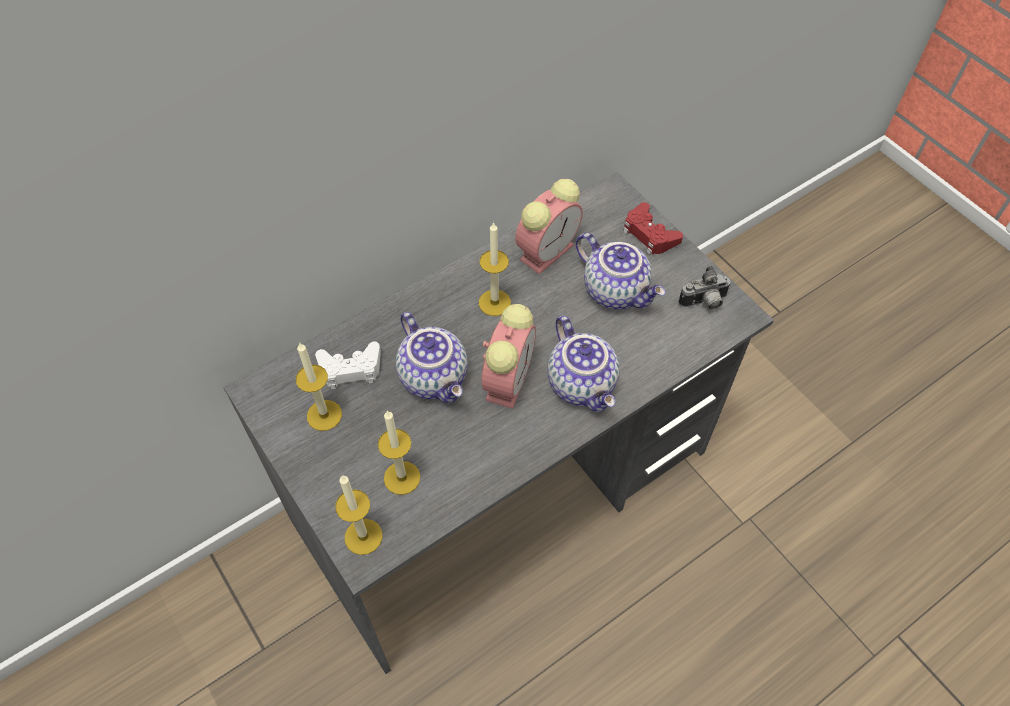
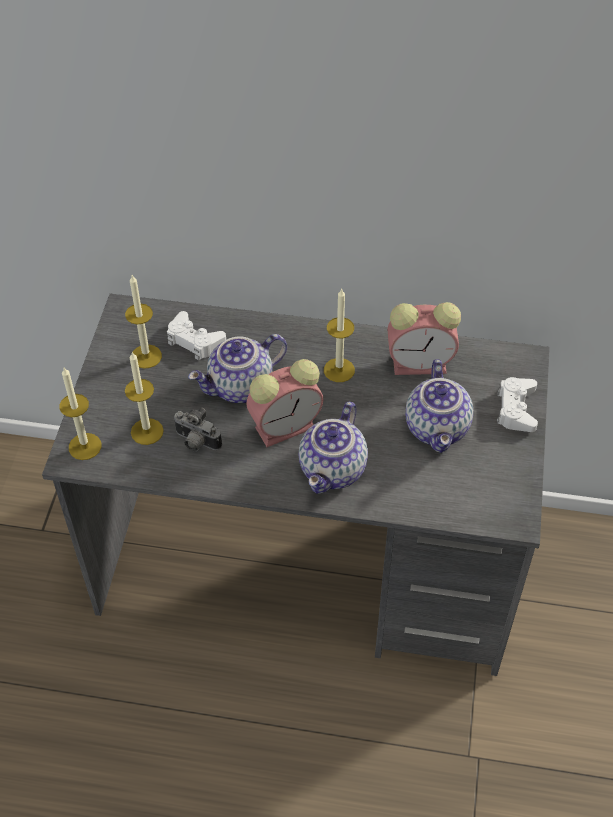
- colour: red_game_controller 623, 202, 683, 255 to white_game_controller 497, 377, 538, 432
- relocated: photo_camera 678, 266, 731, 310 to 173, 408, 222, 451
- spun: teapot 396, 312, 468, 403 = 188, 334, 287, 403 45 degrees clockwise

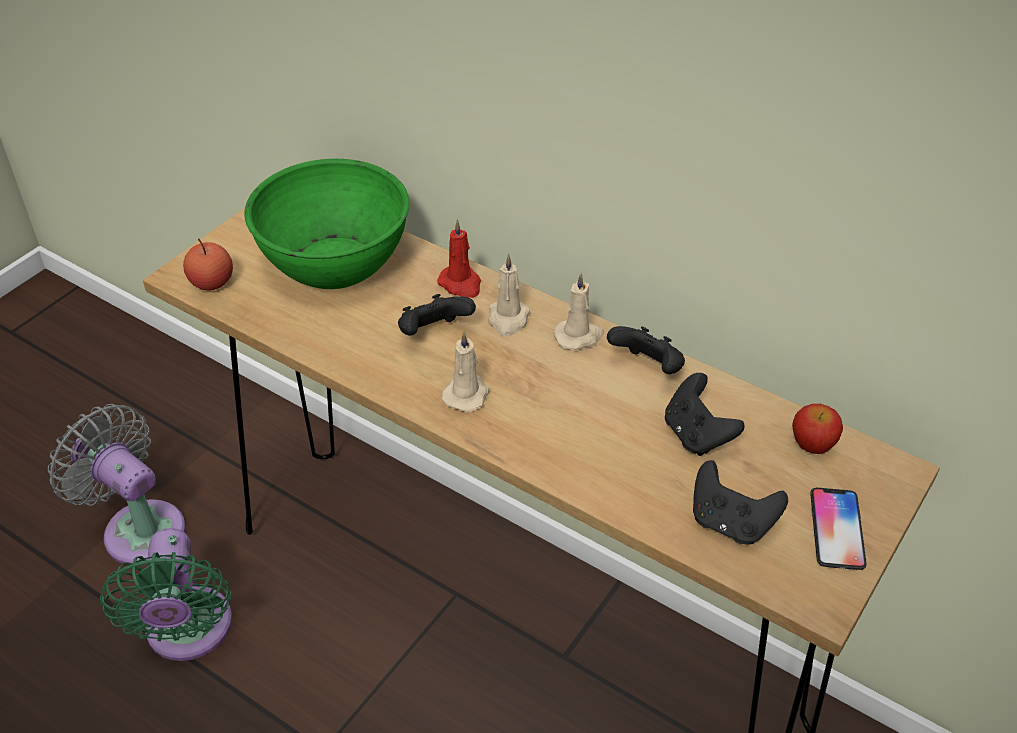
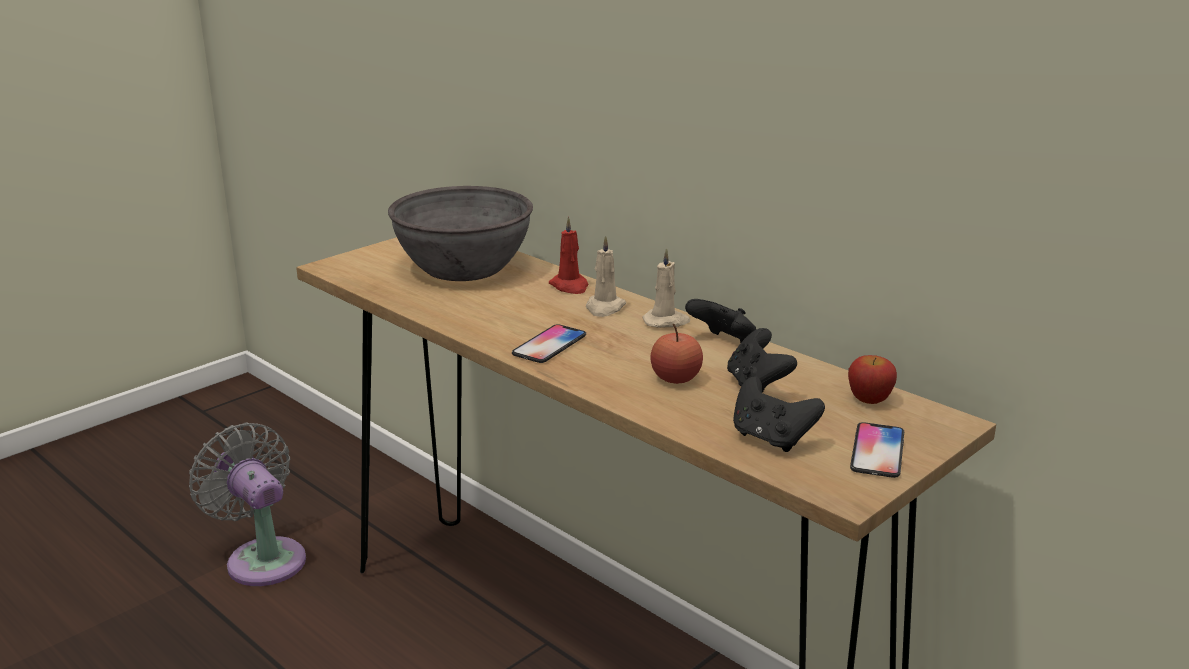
- colour: green_bowl 244, 159, 409, 289 to grey_bowl 388, 186, 533, 281
- relocated: apple 183, 239, 233, 290 to 650, 324, 703, 384
- missing: black_game_controller 398, 294, 476, 336
- exchanged: beige_candle 442, 331, 489, 412 to phone 512, 324, 586, 363
- missing: green_fan 100, 528, 232, 661

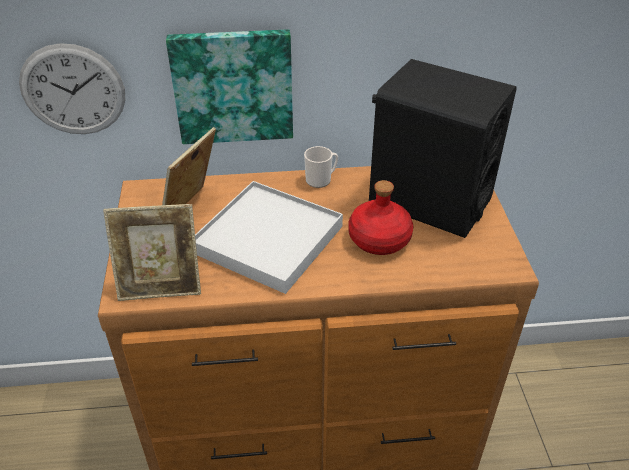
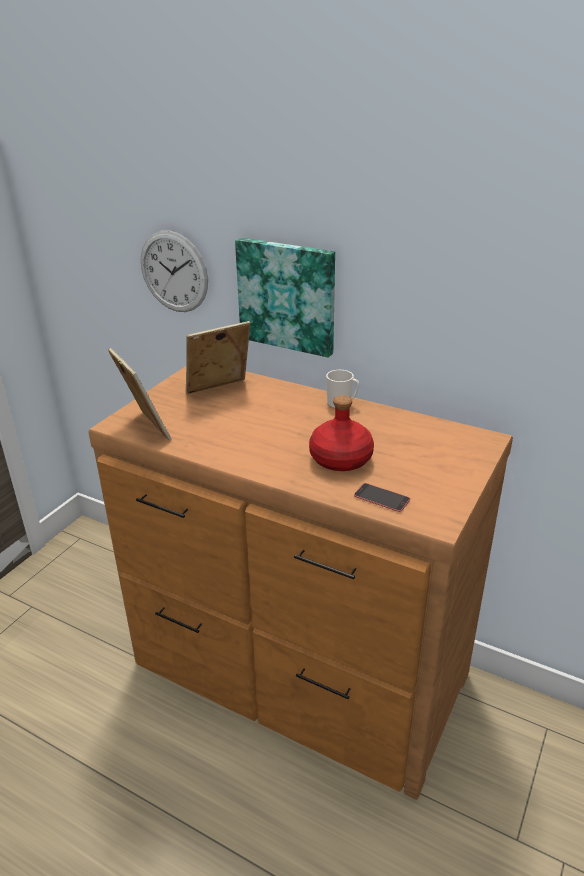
- missing: black_speaker 369, 59, 517, 238
- missing: white_tray 195, 181, 343, 294
- spun: picture_frame 103, 204, 201, 301 = 108, 347, 172, 441 150 degrees counterclockwise
- appeared: phone 354, 483, 410, 512

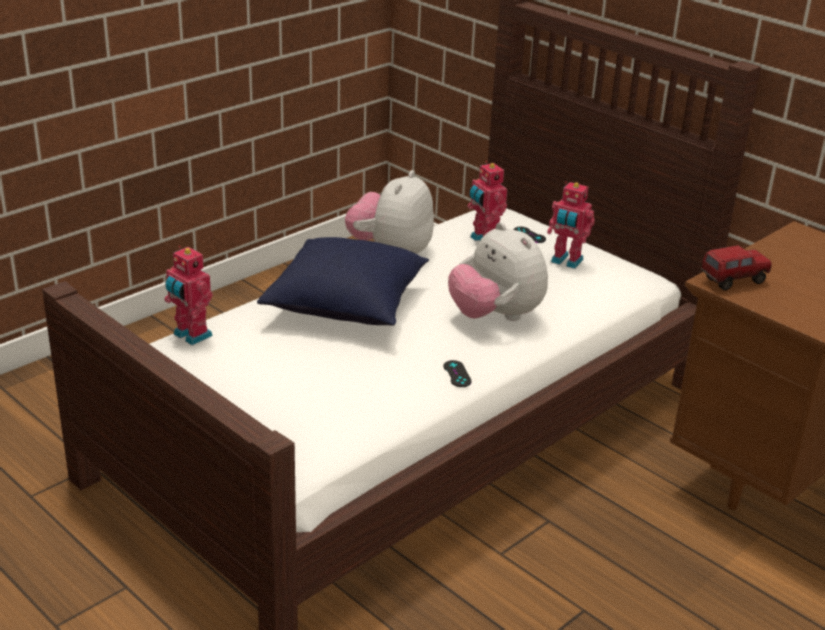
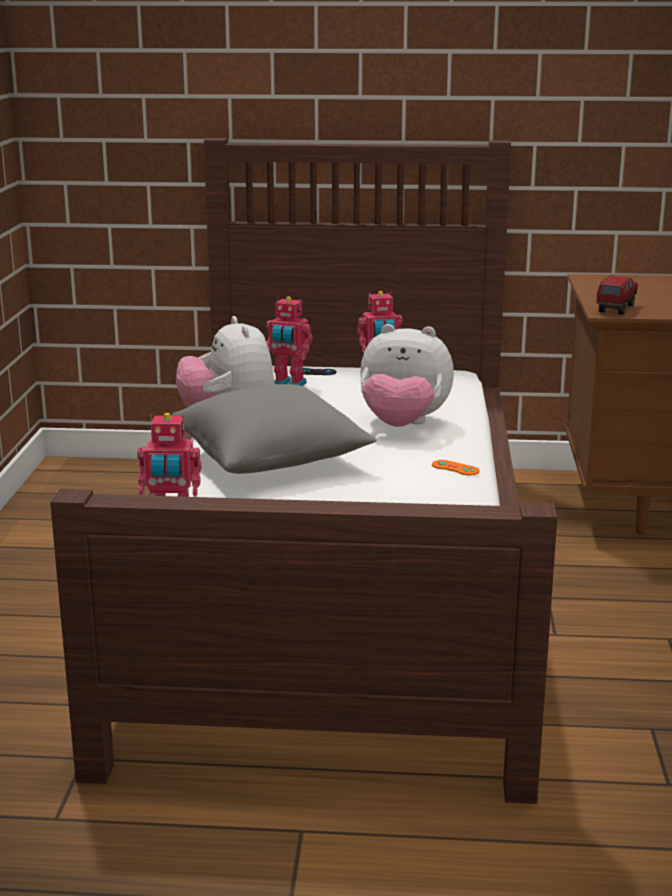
- colour: blue_pillow 257, 237, 429, 326 to grey_pillow 171, 384, 377, 474
- colour: black_game_controller 443, 360, 472, 387 to orange_game_controller 432, 460, 480, 475

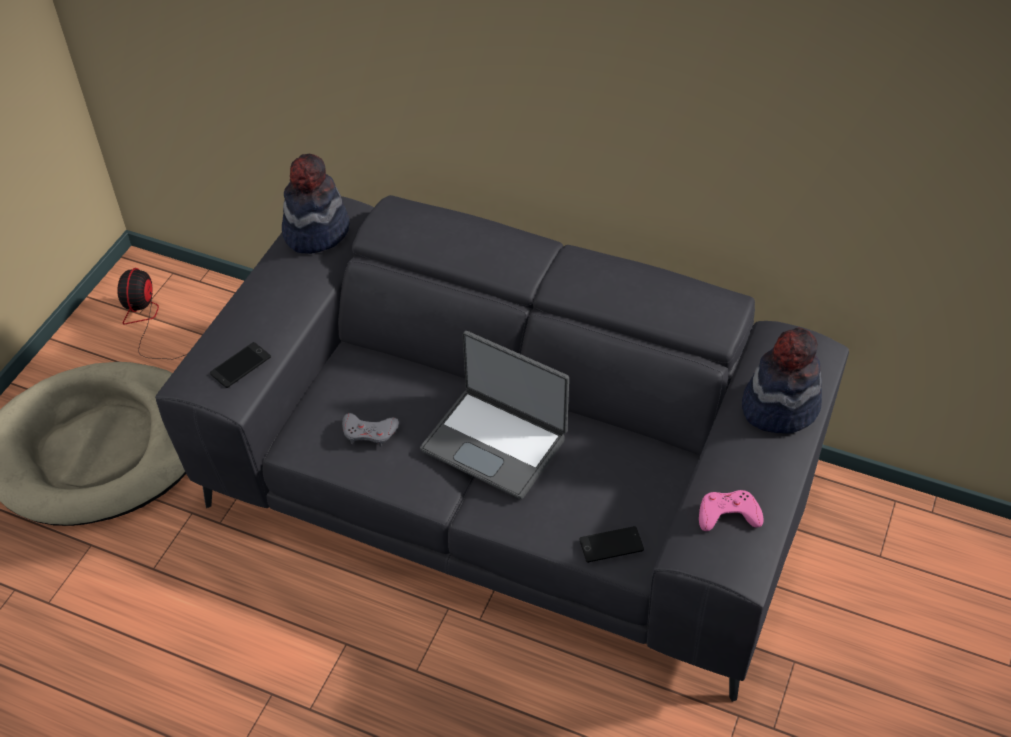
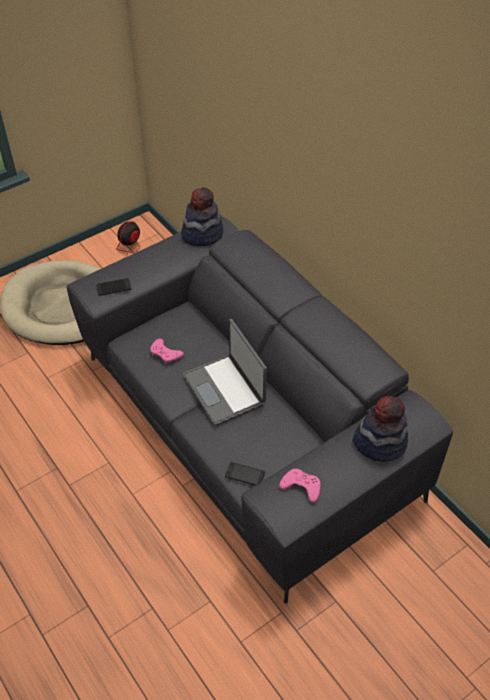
- colour: grey_game_controller 342, 413, 399, 447 to pink_game_controller 150, 338, 184, 364

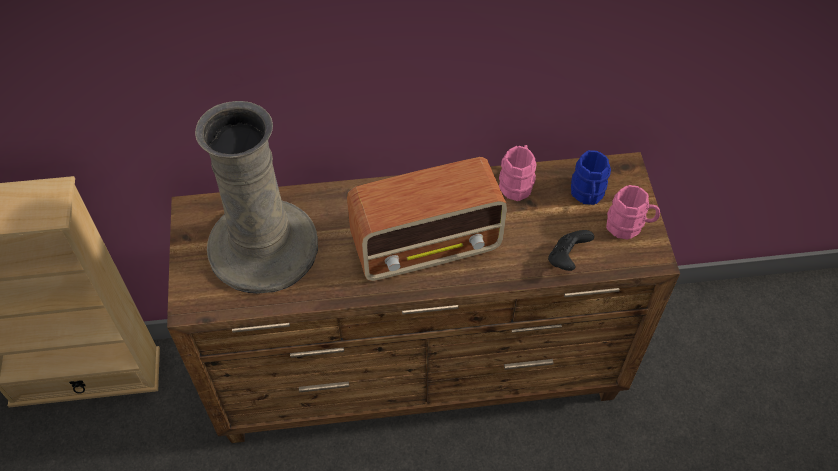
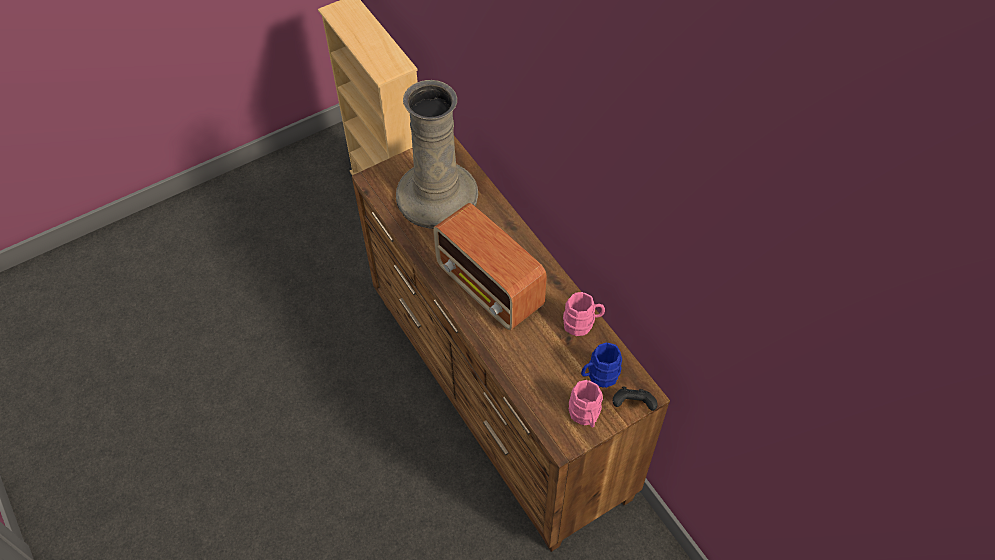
- relocated: black_game_controller 548, 230, 594, 271 to 613, 387, 658, 411

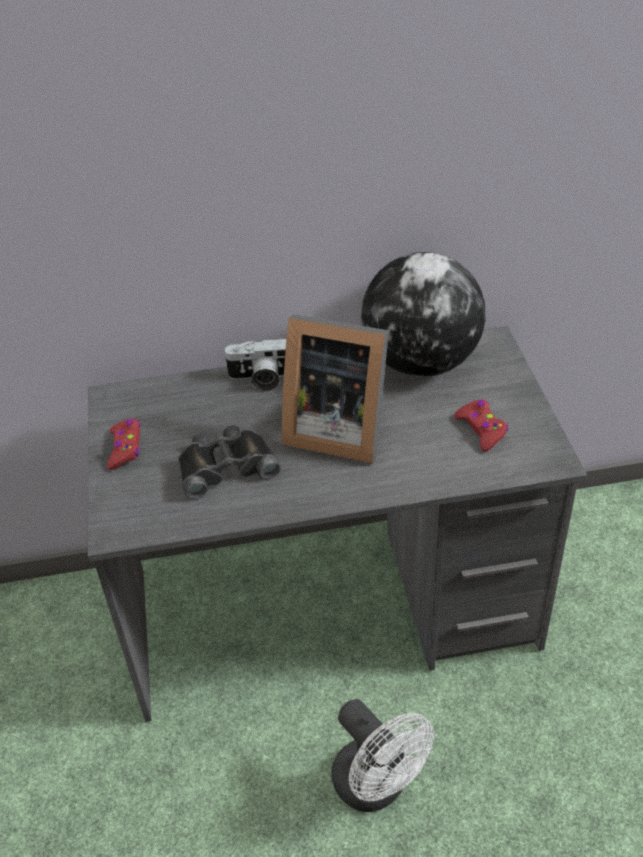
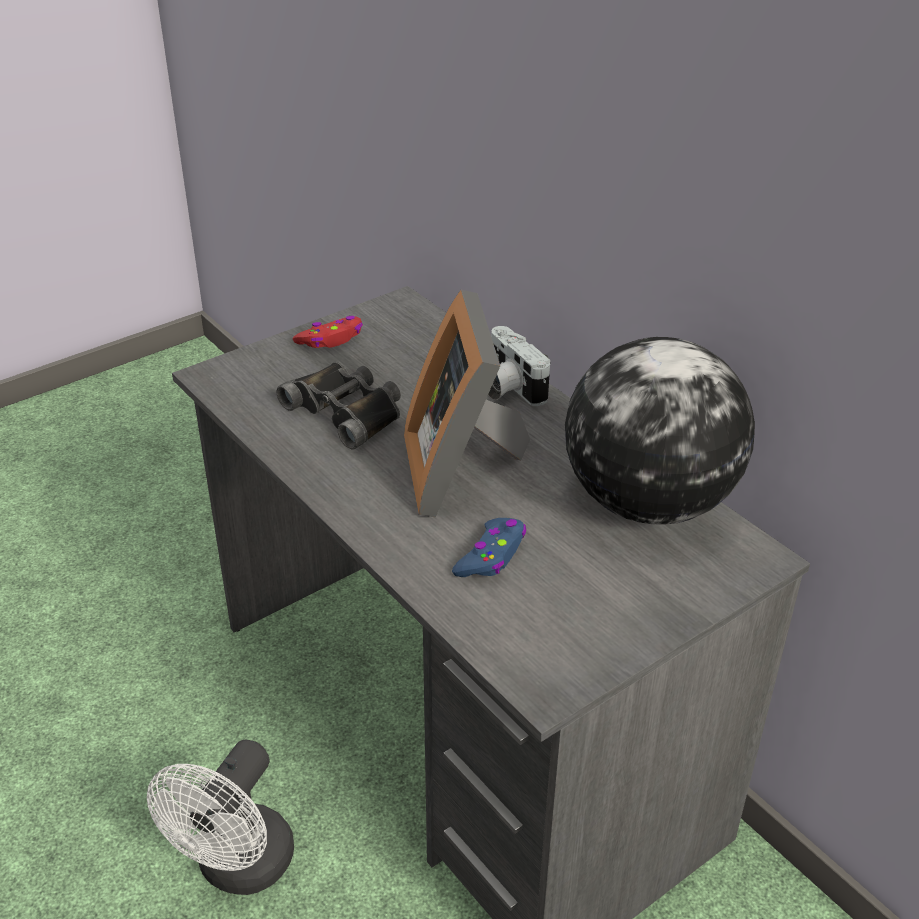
- missing: red_game_controller 454, 399, 508, 452
- appeared: blue_game_controller 452, 518, 526, 577

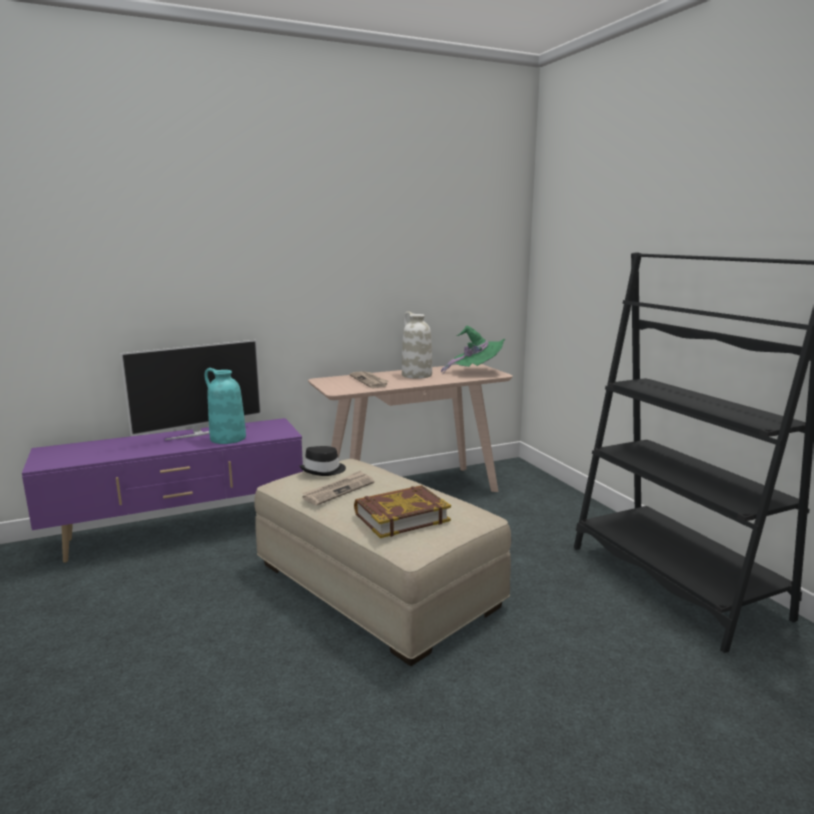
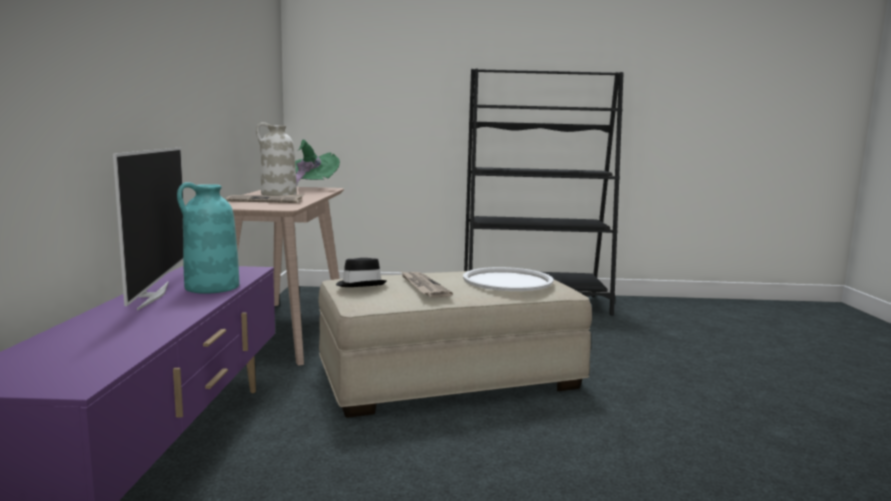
- exchanged: book 354, 485, 451, 538 to white_tray 463, 267, 554, 291

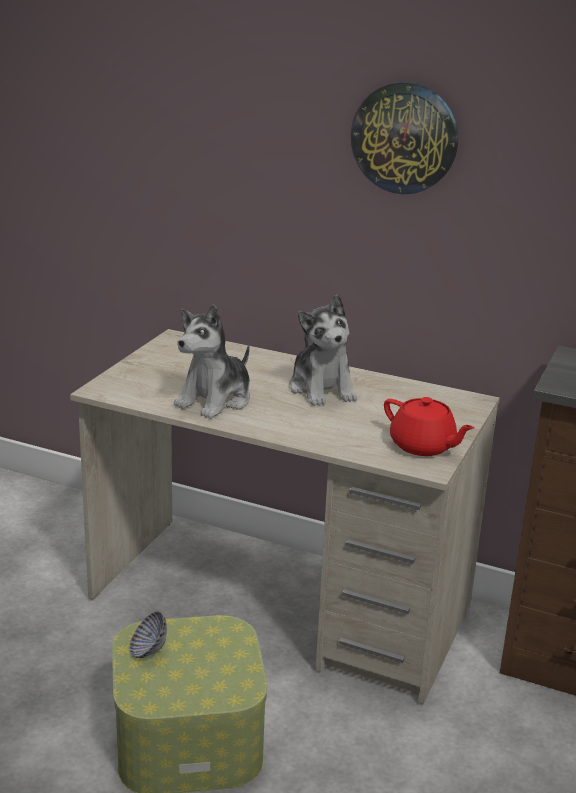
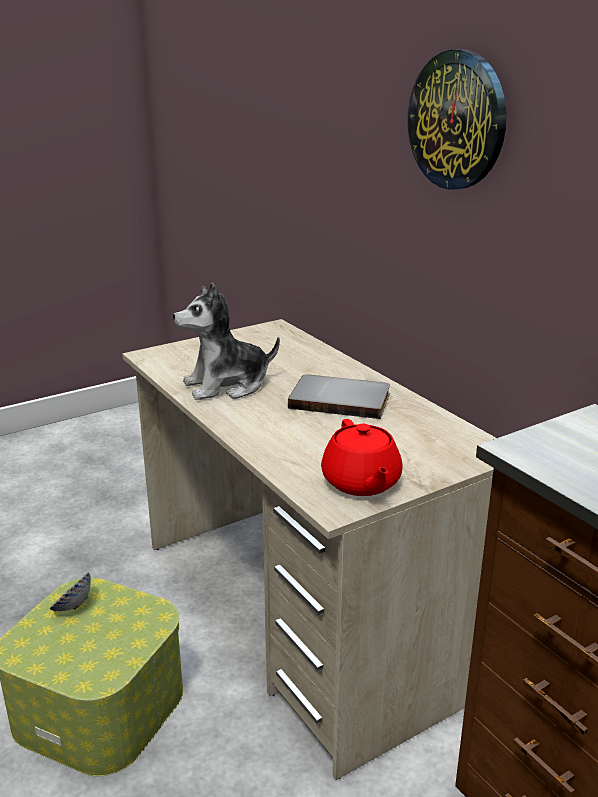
- exchanged: plush_toy 289, 294, 357, 406 to grey_book 288, 374, 390, 419

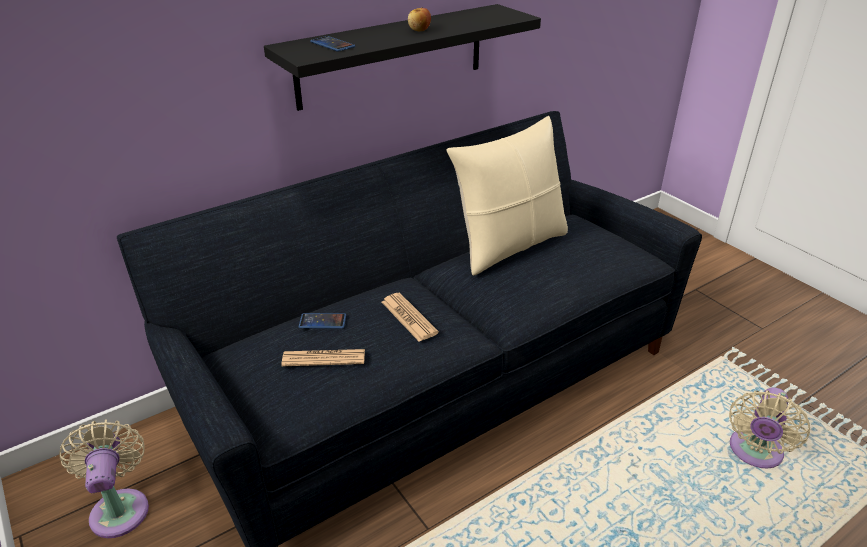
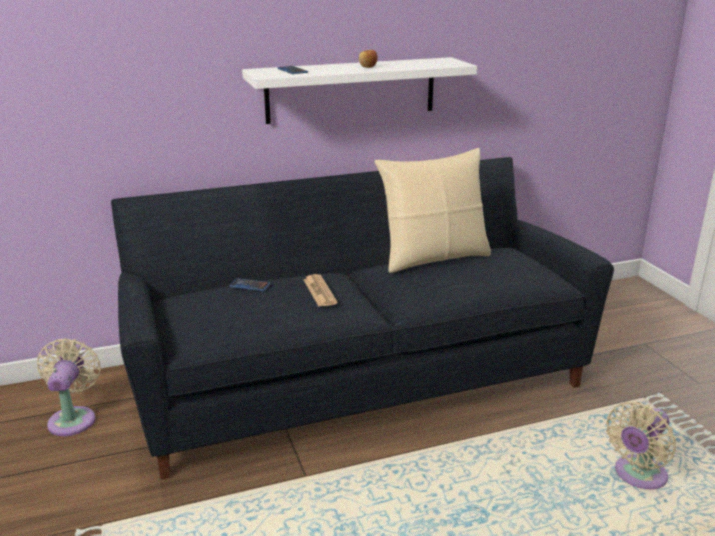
- colour: black_shelf 264, 4, 541, 111 to white_shelf 242, 57, 477, 124
- missing: newspaper 281, 349, 365, 366

